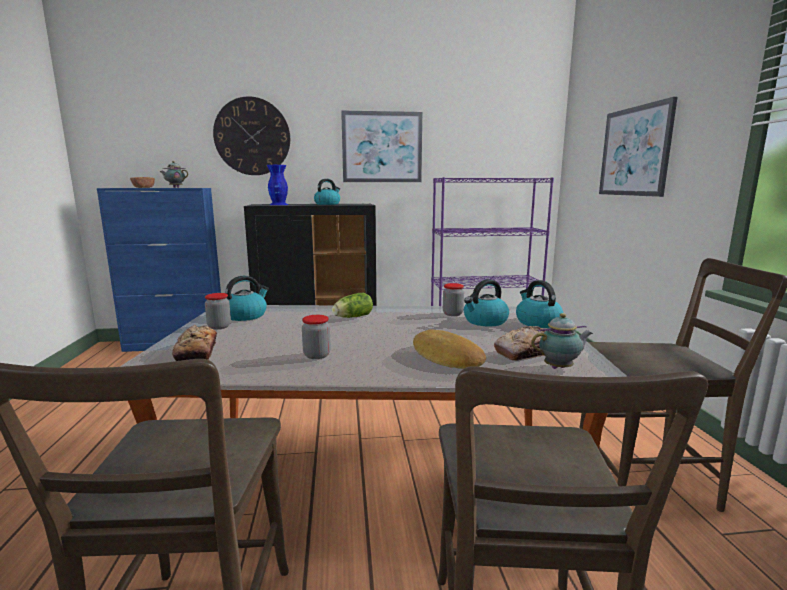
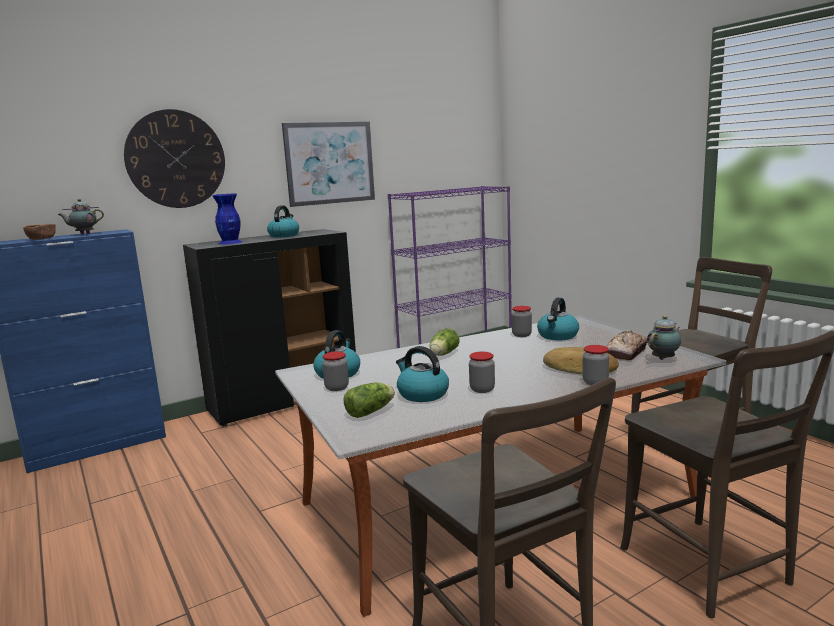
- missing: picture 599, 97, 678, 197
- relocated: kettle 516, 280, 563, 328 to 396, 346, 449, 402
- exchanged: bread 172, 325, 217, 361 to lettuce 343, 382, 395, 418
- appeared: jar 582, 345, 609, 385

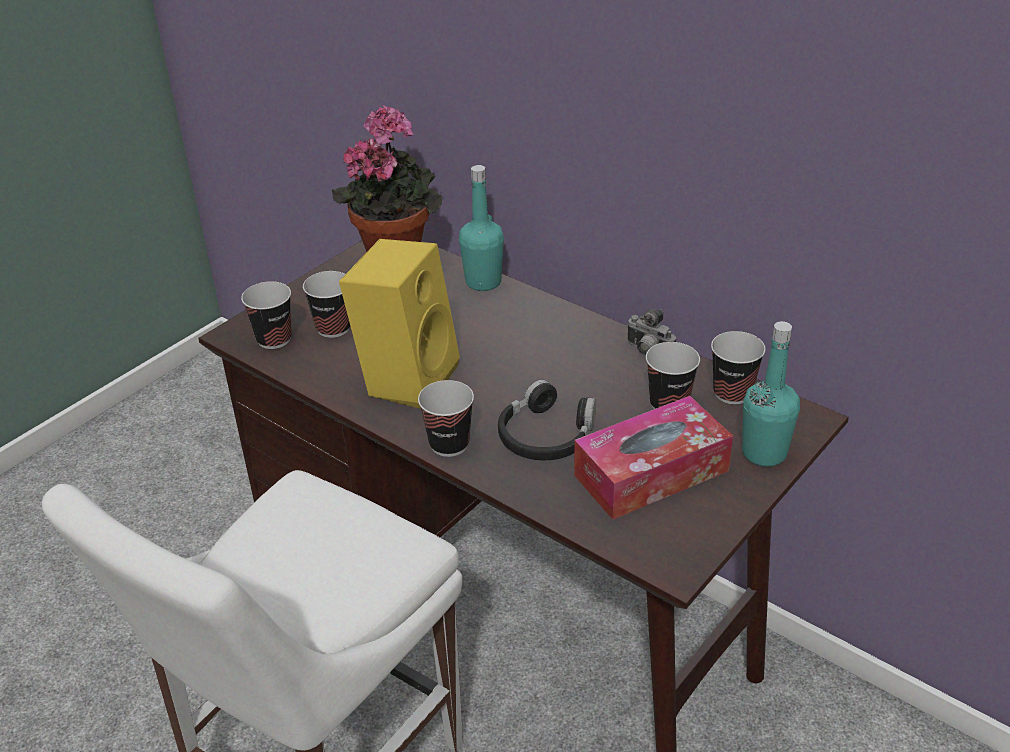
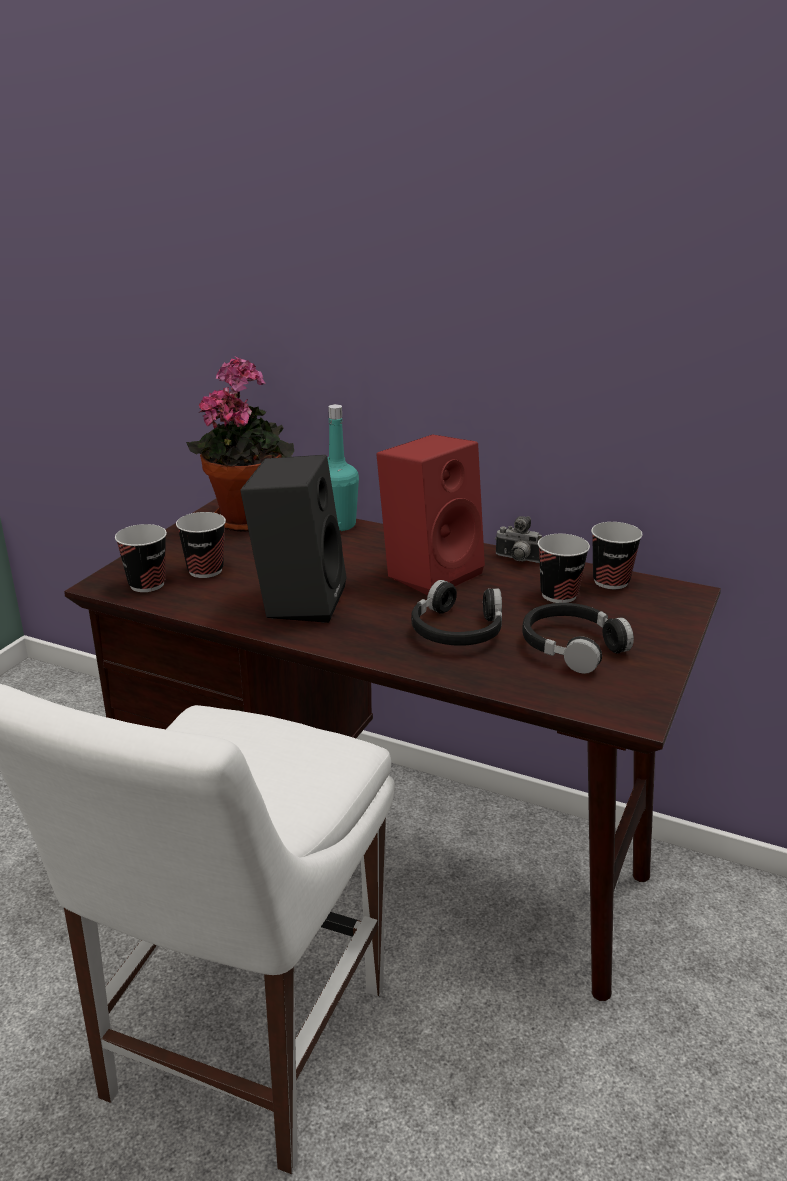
- colour: yellow_speaker 339, 239, 460, 409 to black_speaker 240, 455, 347, 623
- missing: turquoise_bottle 742, 321, 800, 467
- missing: cup 418, 380, 474, 457
- exchanged: tissue_box 574, 396, 733, 520 to black_headphones 523, 603, 634, 674
- appeared: red_speaker 376, 434, 485, 596

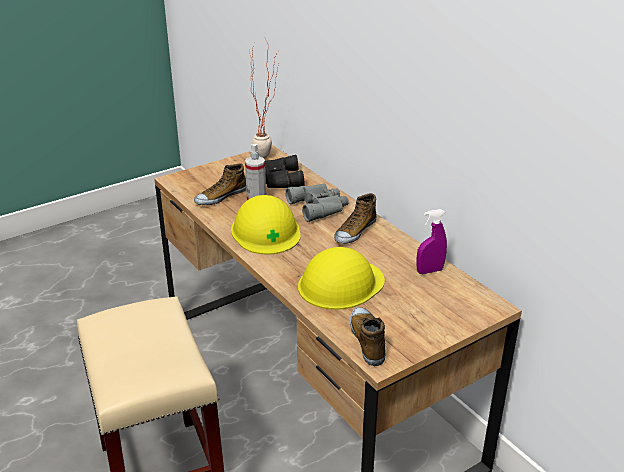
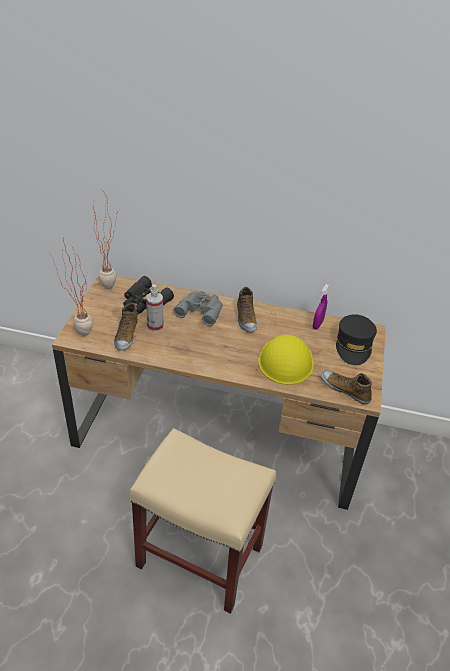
- missing: yellow_hard_hat 231, 195, 300, 254
- appeared: potted_plant 49, 239, 93, 336
- appeared: black_cap 336, 314, 377, 365

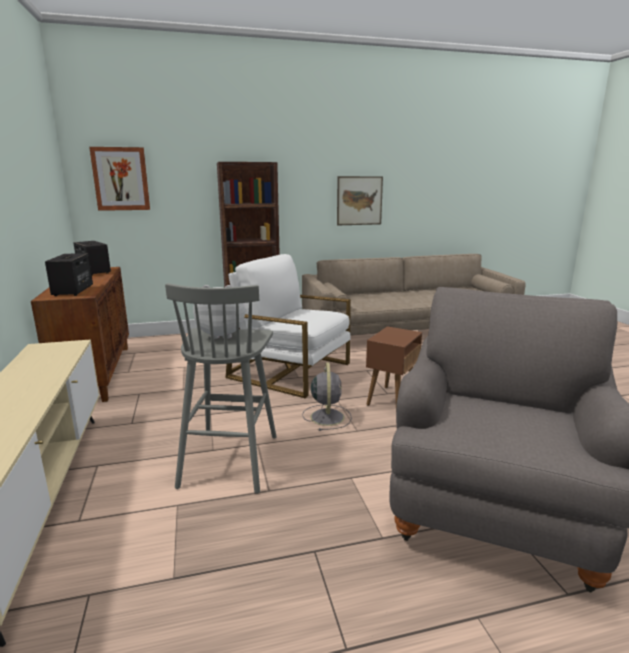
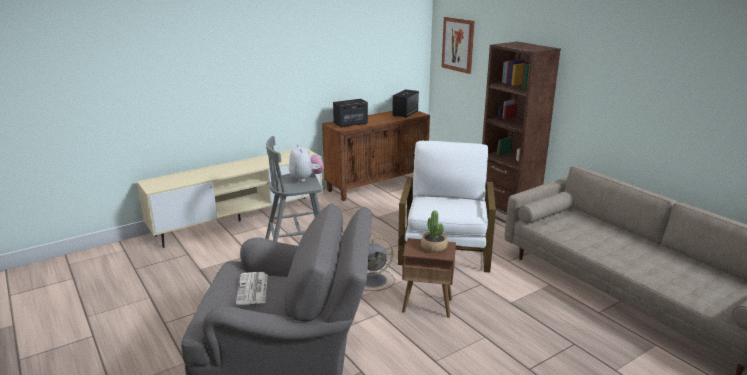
- missing: picture 337, 176, 383, 226
- appeared: potted_plant 421, 211, 448, 253
- appeared: newspaper 236, 272, 268, 305

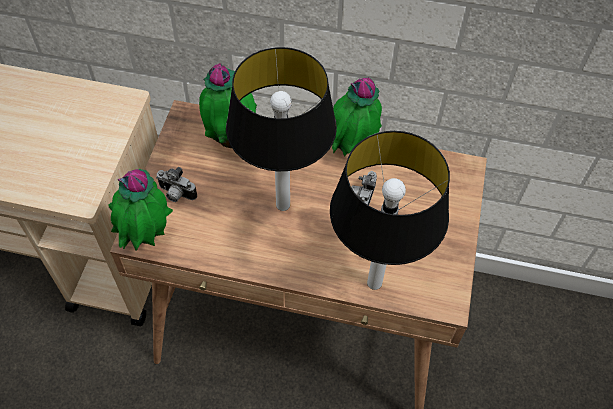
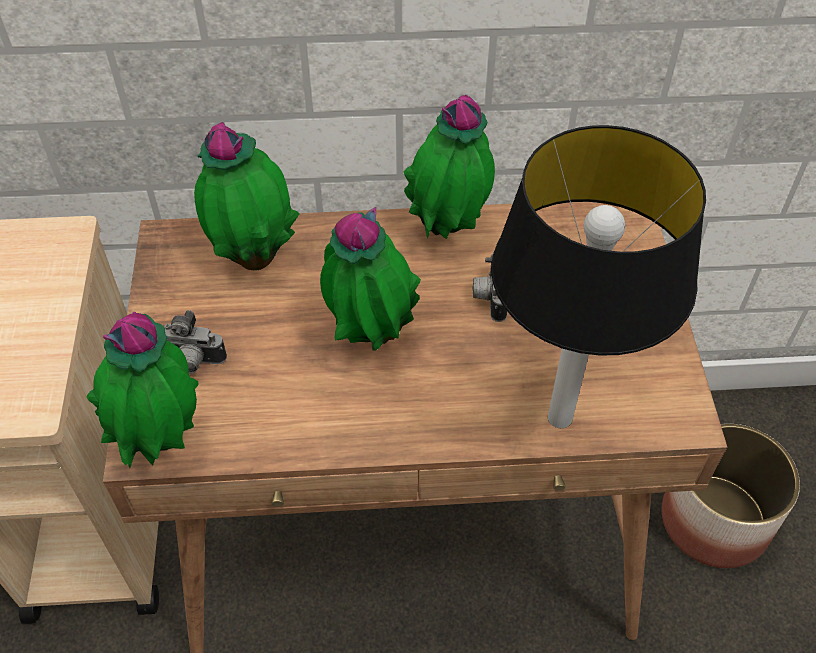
- exchanged: table_lamp 226, 47, 337, 211 to potted_plant 320, 207, 421, 351
- appeared: planter 662, 424, 800, 568

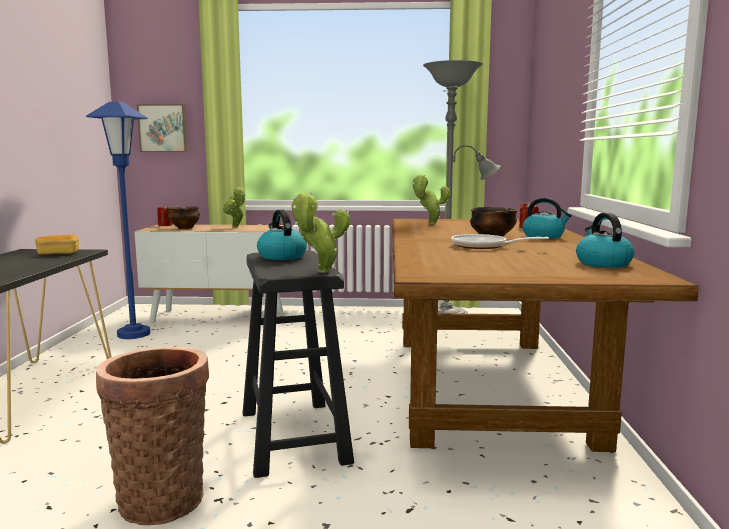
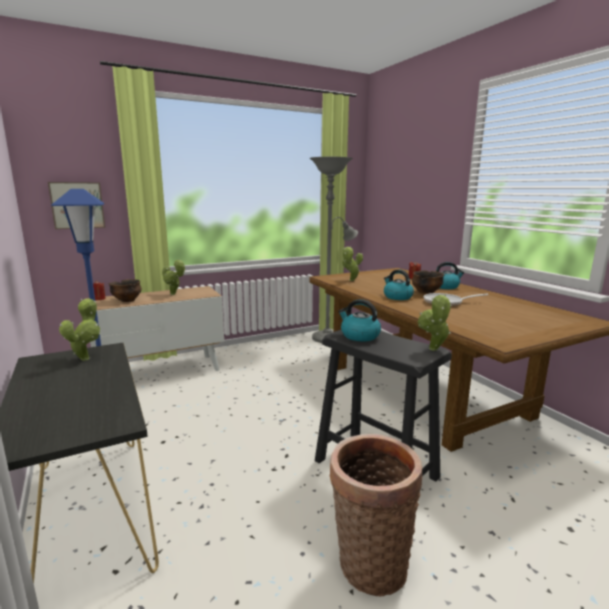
- relocated: kettle 576, 213, 634, 268 to 384, 270, 414, 300
- exchanged: bread 35, 235, 79, 254 to potted_plant 59, 298, 101, 361

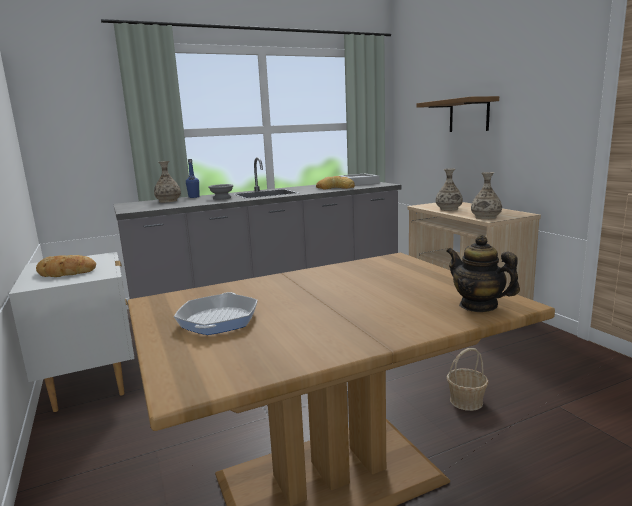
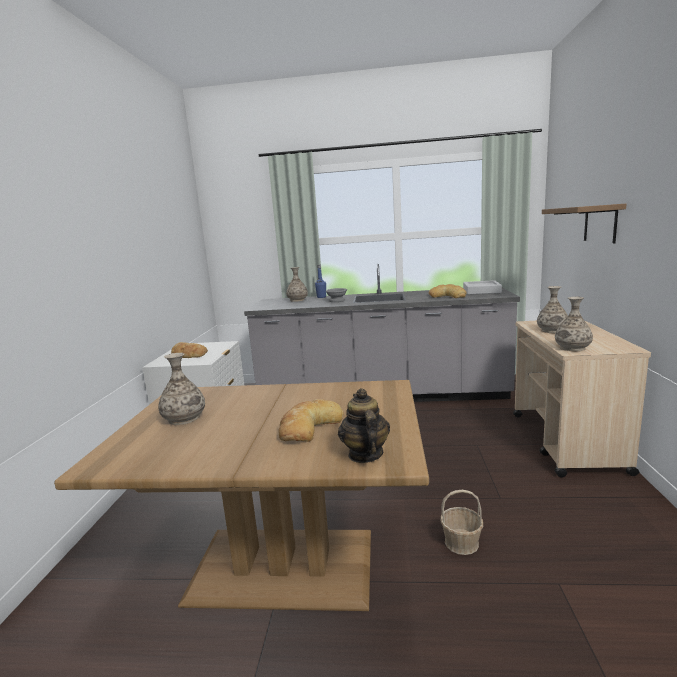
- exchanged: frying_pan 174, 292, 258, 335 to vase 158, 353, 205, 425
- appeared: bread 278, 399, 344, 442

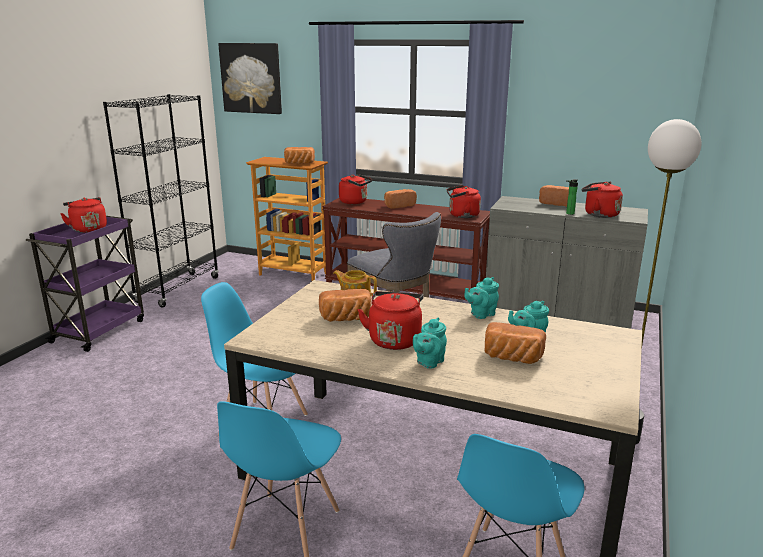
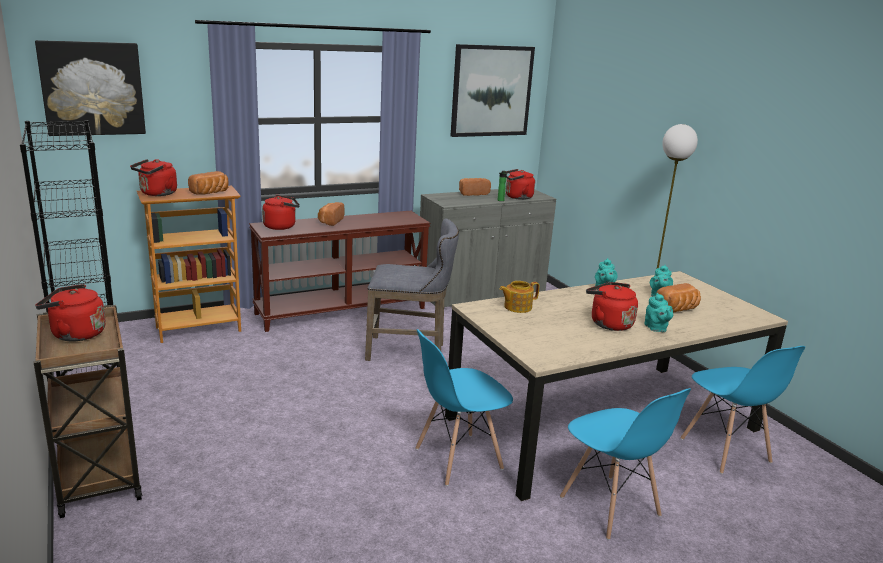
- relocated: red_kettle 447, 185, 481, 218 to 130, 159, 177, 196
- colour: purple_cart 26, 216, 144, 352 to brown_cart 34, 305, 142, 518
- missing: bread 319, 289, 371, 322
- appeared: picture 451, 44, 535, 137

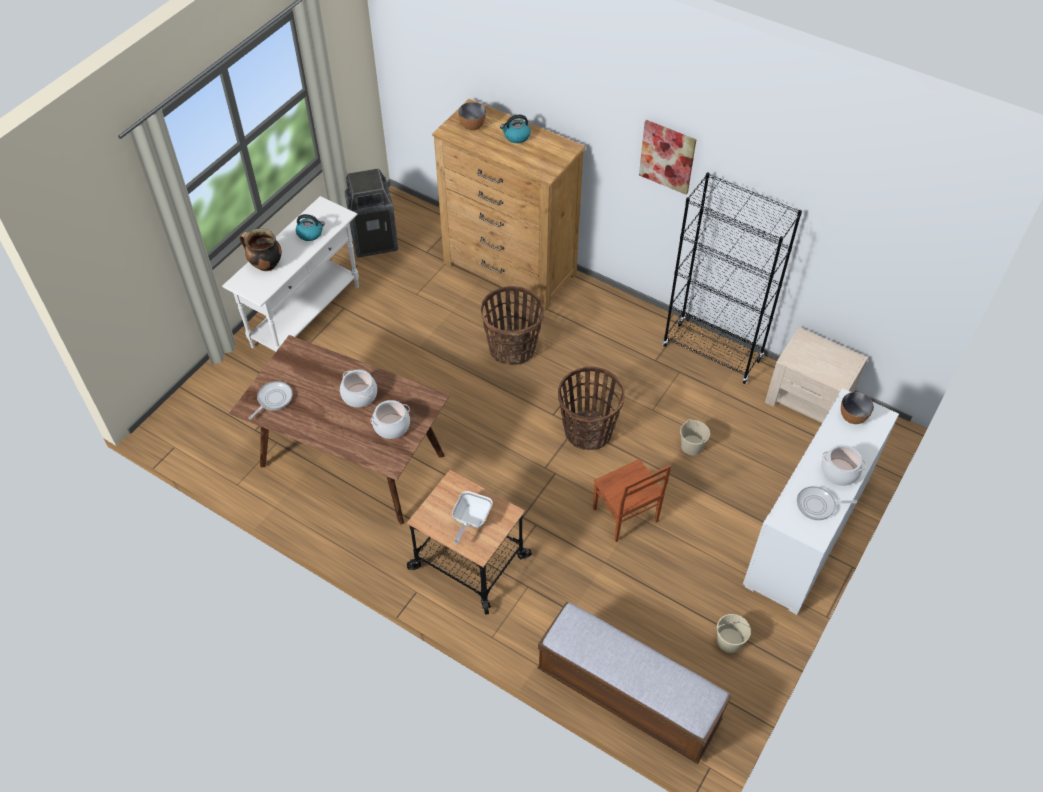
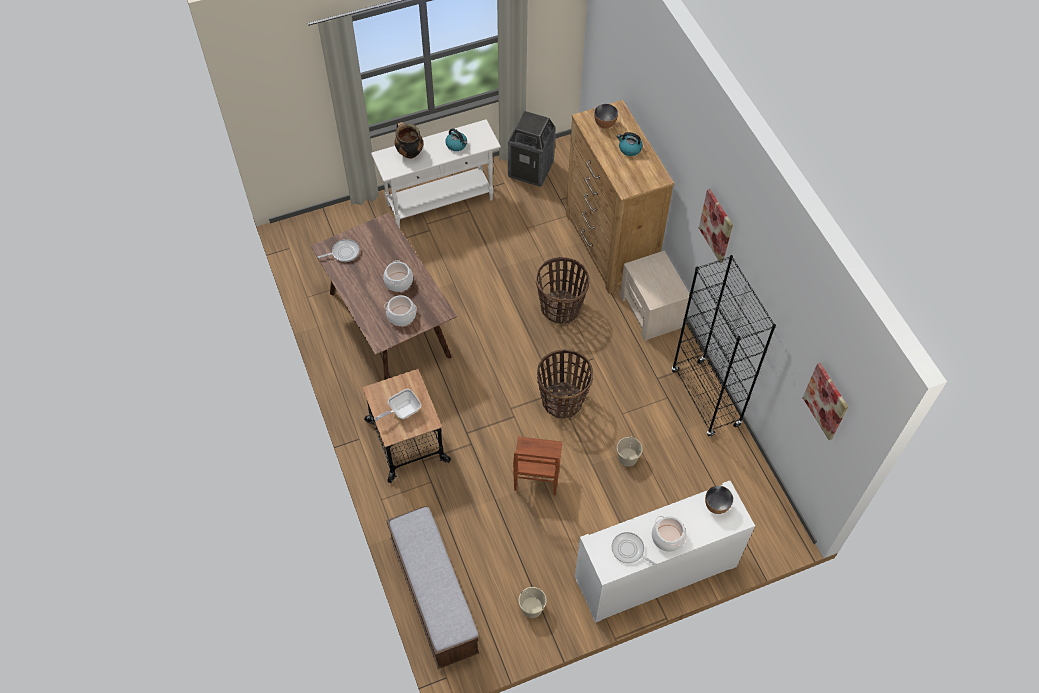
- relocated: beige_nightstand 765, 327, 868, 423 to 620, 251, 690, 340
- appeared: picture 802, 363, 848, 440

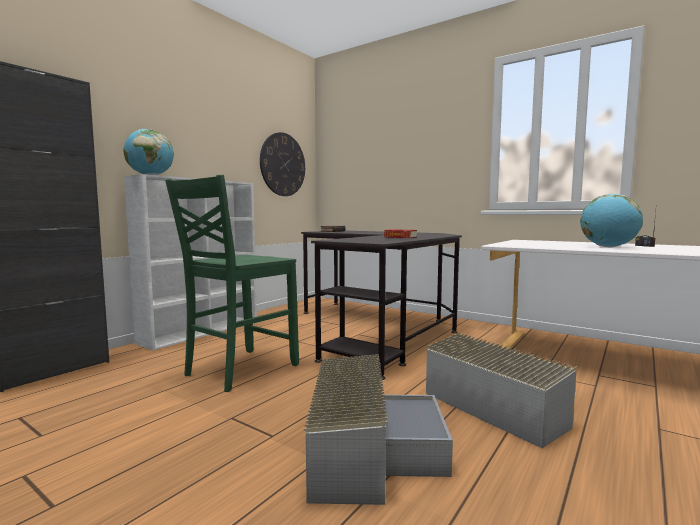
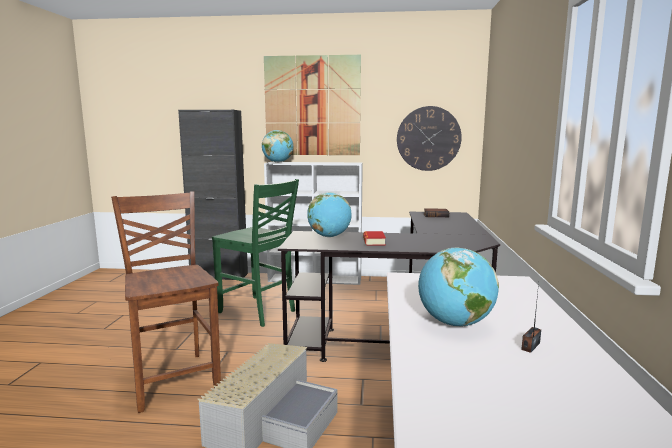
- spun: green_chair 165, 175, 299, 392 = 212, 179, 299, 327 150 degrees counterclockwise
- exchanged: grey_storage_box 304, 354, 453, 505 to brown_chair 111, 191, 221, 413
- appeared: picture 264, 55, 361, 155
- appeared: globe 307, 192, 352, 237

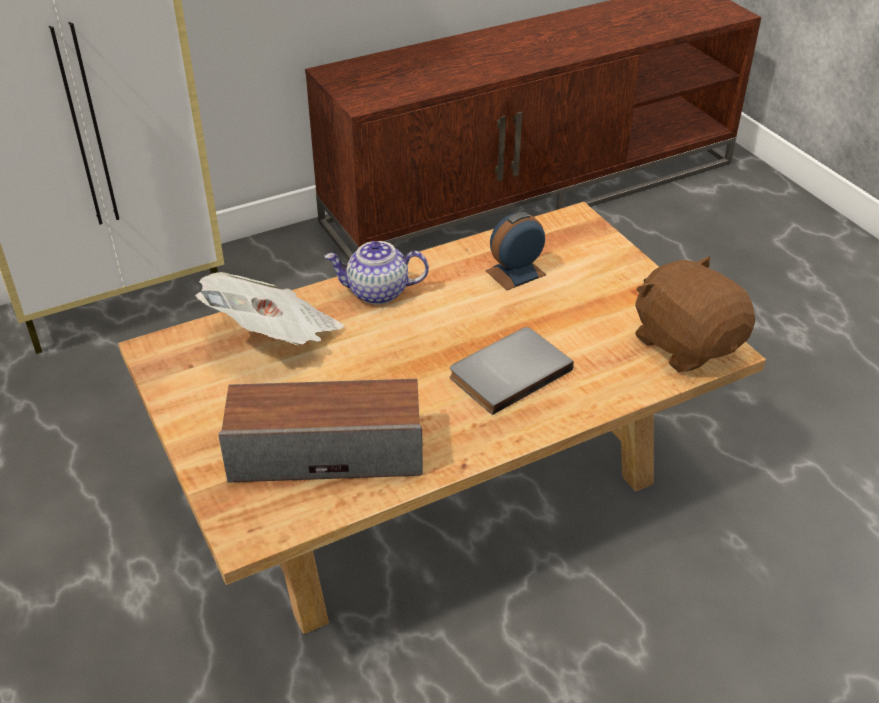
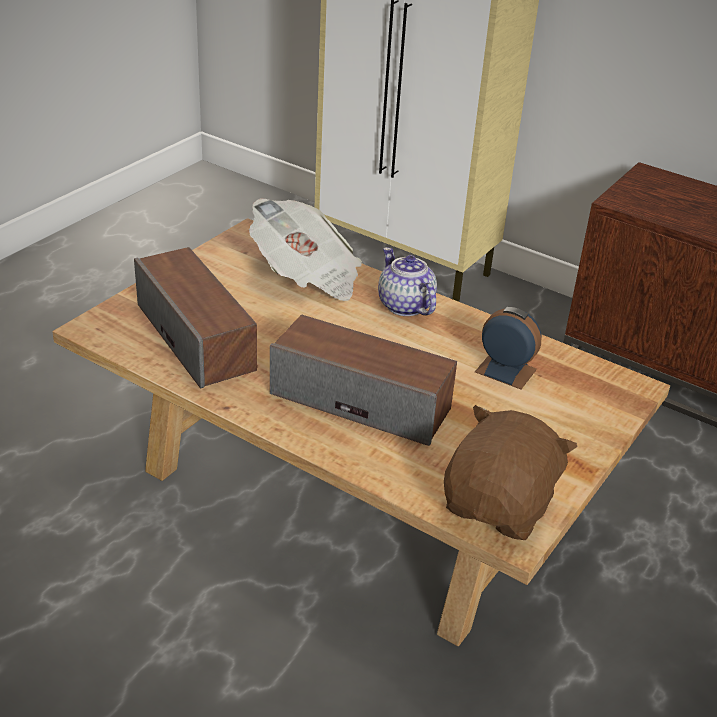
- exchanged: grey_book 450, 327, 574, 415 to speaker 270, 315, 457, 446

